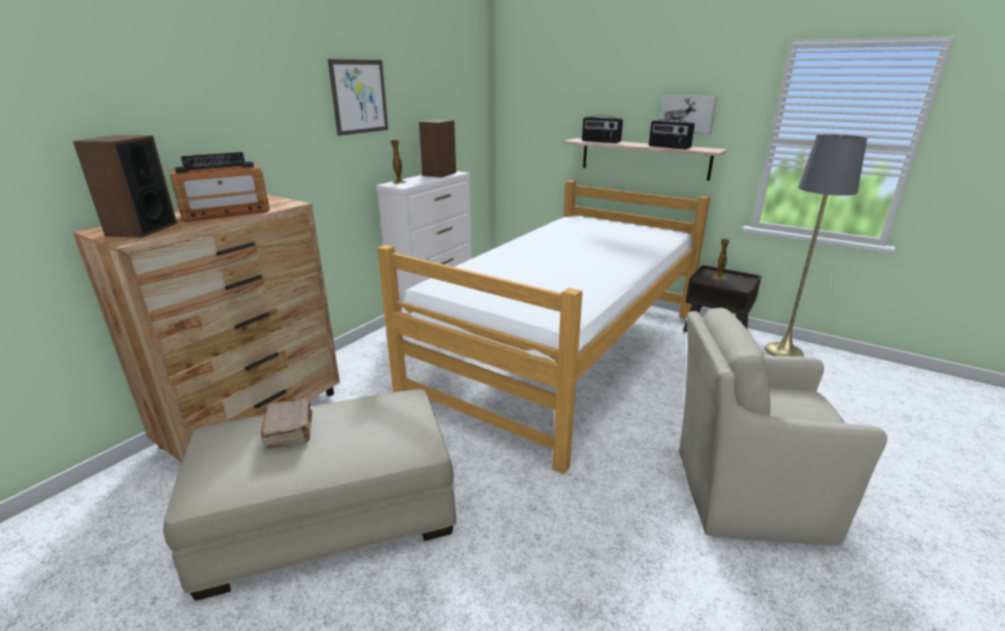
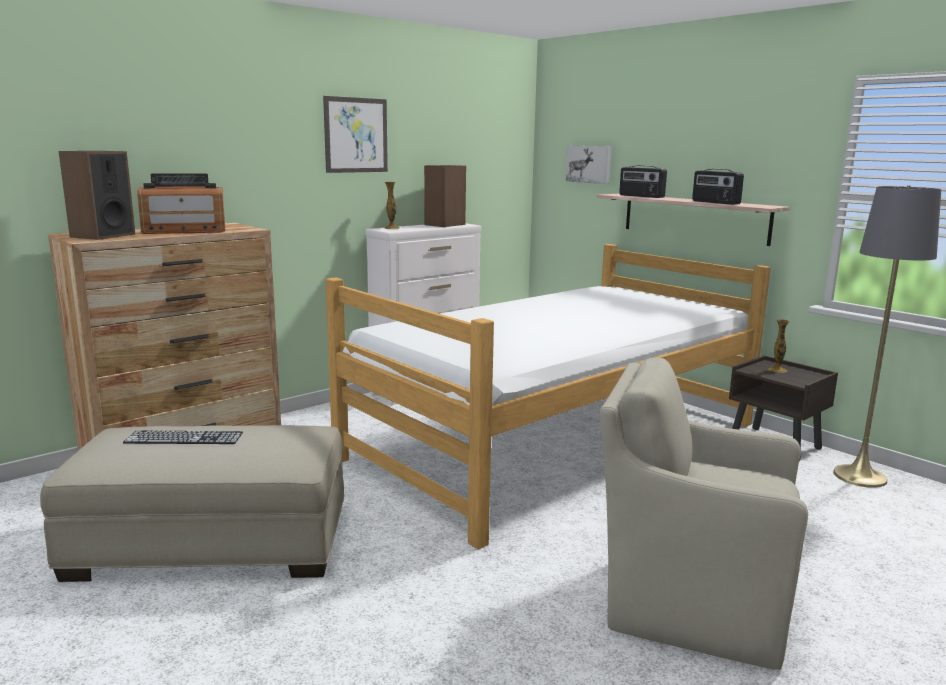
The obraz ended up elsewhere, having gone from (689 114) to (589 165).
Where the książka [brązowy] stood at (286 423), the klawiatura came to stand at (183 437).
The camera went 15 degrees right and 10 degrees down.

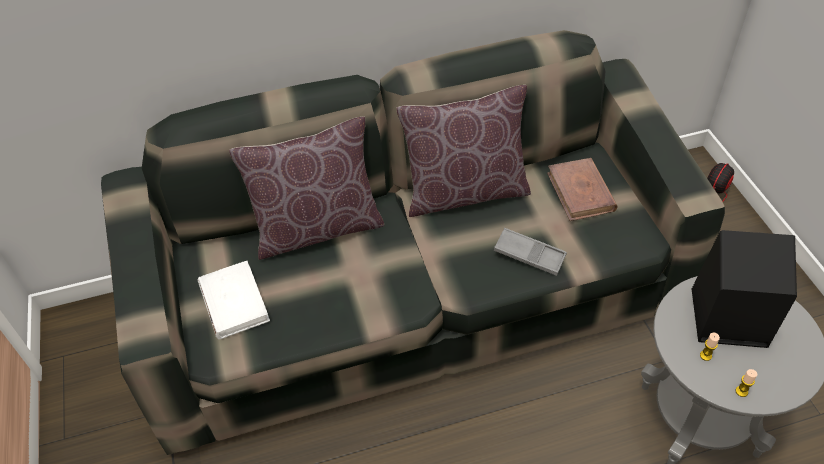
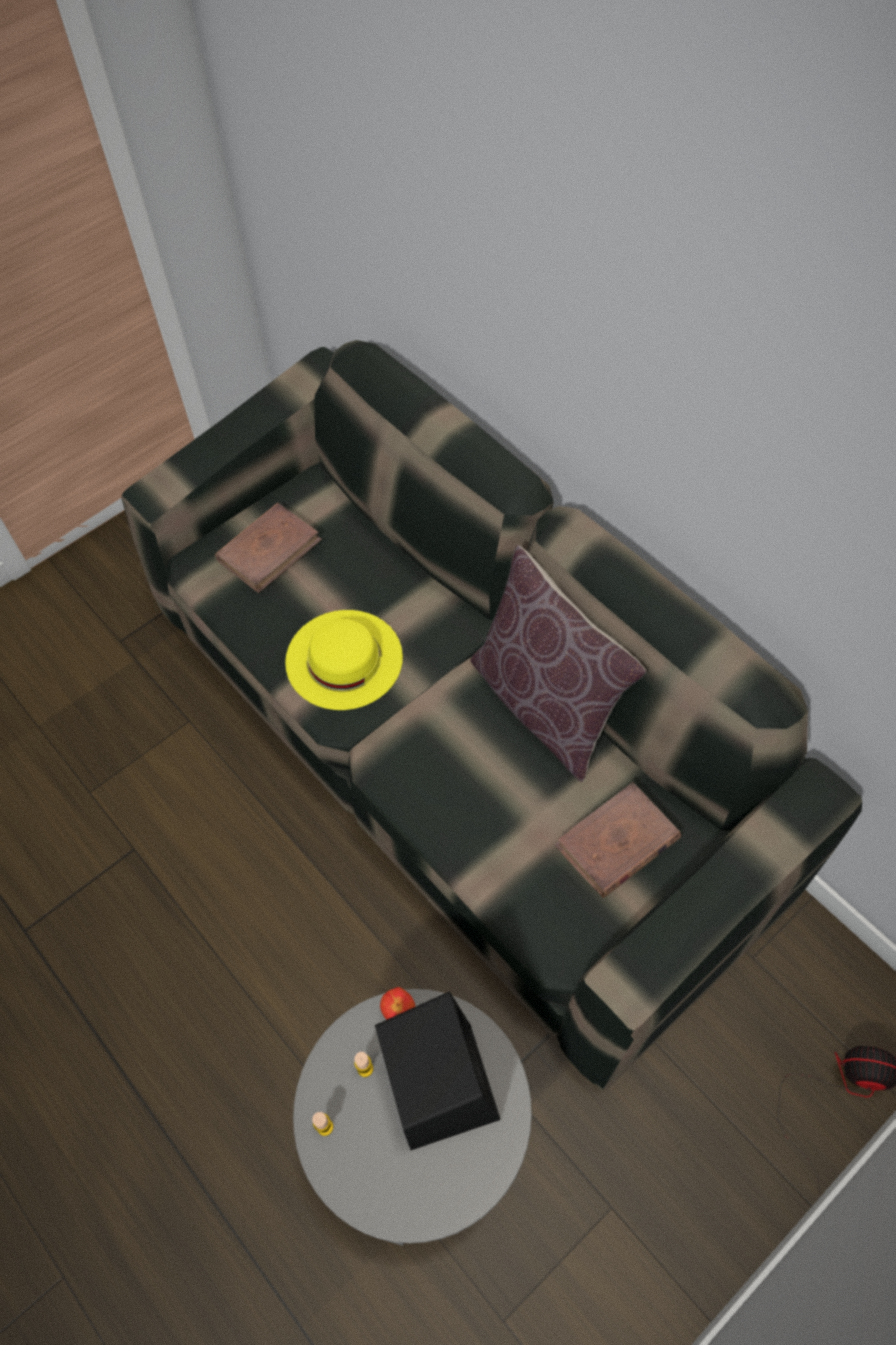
The second view lost the poduszka [brązowy] at (307 188).
The second view lost the taca [szary] at (530 252).
The second view gained the kapelusz [żółty] at (344 660).
The second view gained the jabłko at (398 1003).
What was the książka [biały] at (234 300) turned into the książka [brązowy] at (268 548).
The camera went 65 degrees right and 10 degrees up.

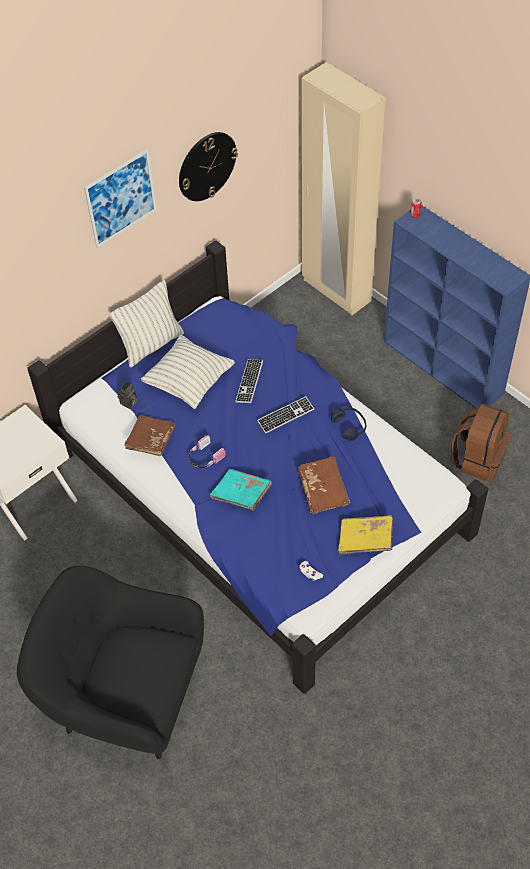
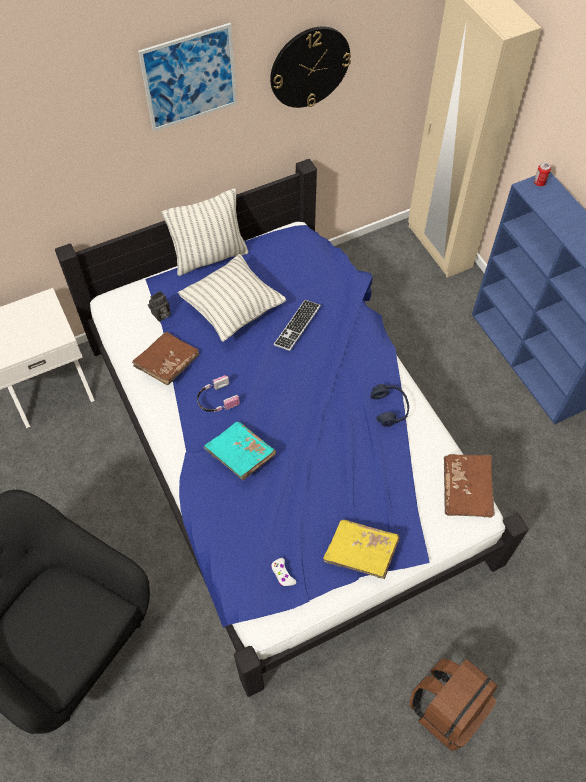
The second view lost the klawiatura at (285 415).
The książka [brązowy] ended up elsewhere, having gone from (323 485) to (469 486).
The plecak [brązowy] ended up elsewhere, having gone from (481 443) to (454 704).
The camera went 15 degrees right and 5 degrees up.

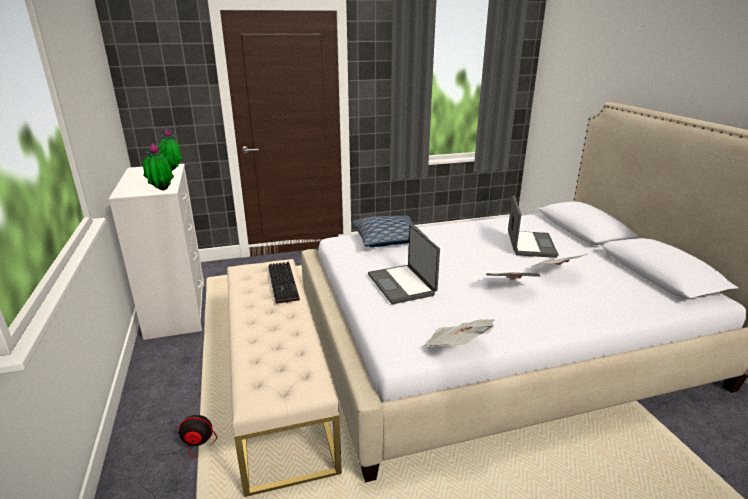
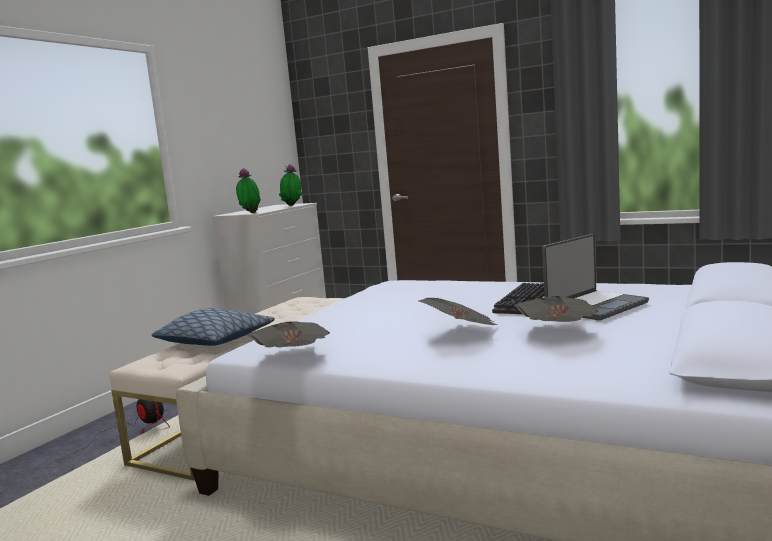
The second view lost the laptop at (404 264).
The klawiatura ended up elsewhere, having gone from (284 282) to (518 298).
The poduszka ended up elsewhere, having gone from (390 231) to (213 327).
The camera went 45 degrees right and 15 degrees down.

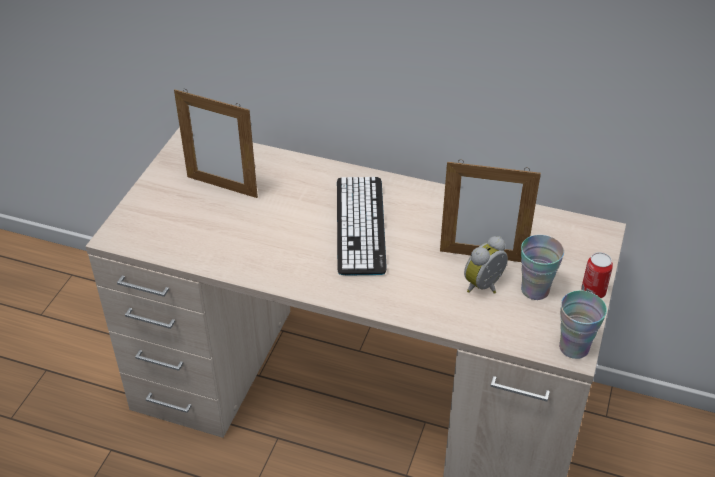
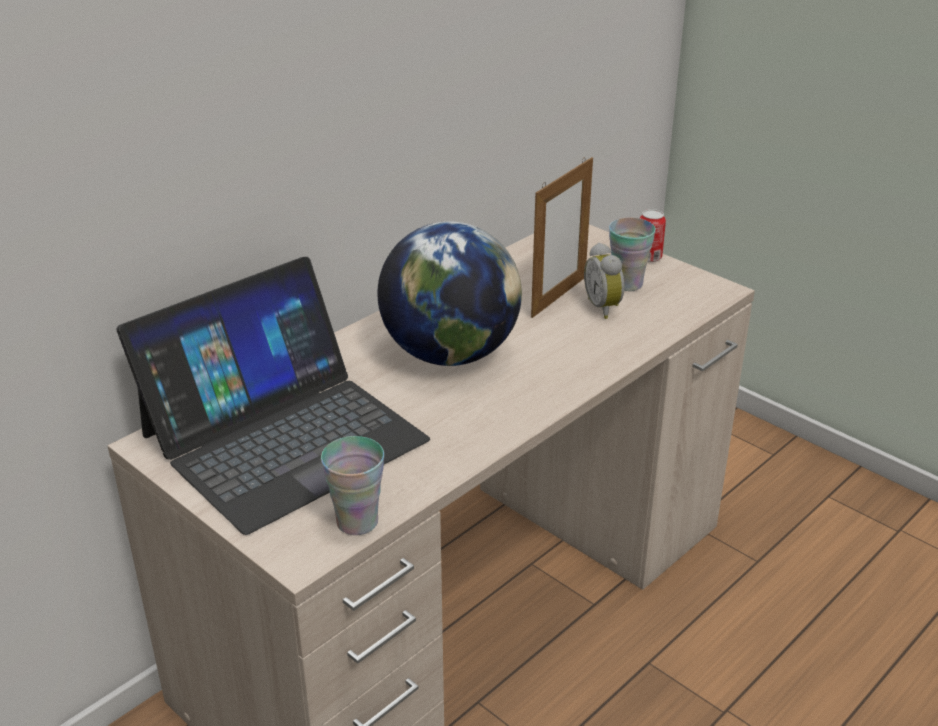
The filiżanka ended up elsewhere, having gone from (583 325) to (352 485).
Where the ramka na zdjęcie stood at (216 143), the laptop came to stand at (273 396).
Where the klawiatura stood at (362 226), the globus came to stand at (449 293).
The camera went 65 degrees left and 10 degrees down.

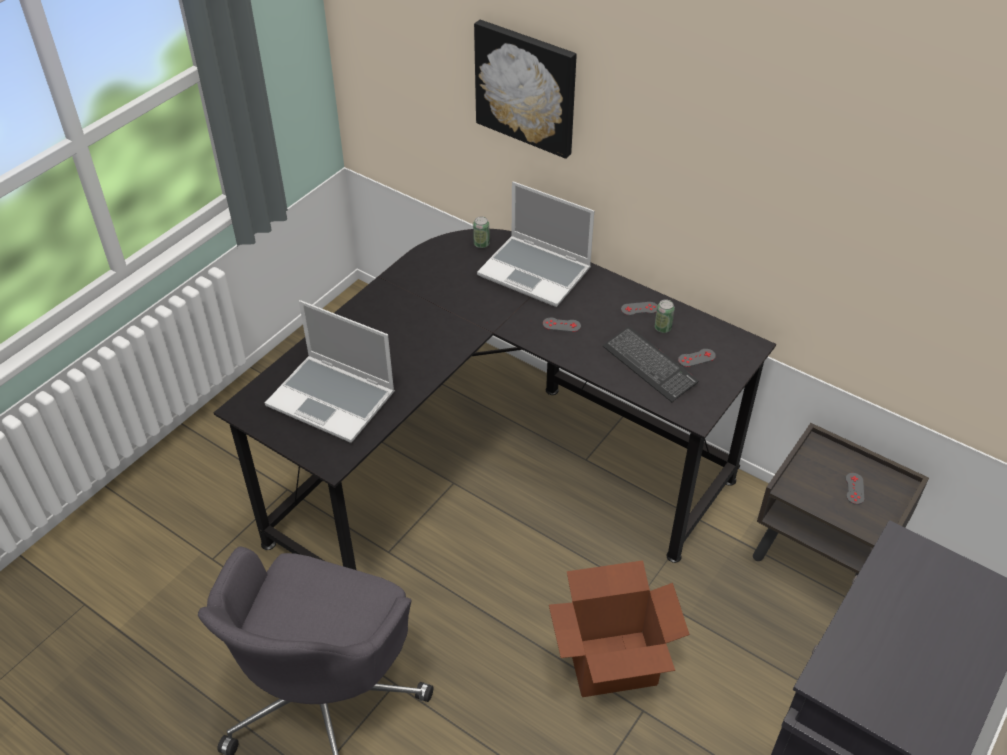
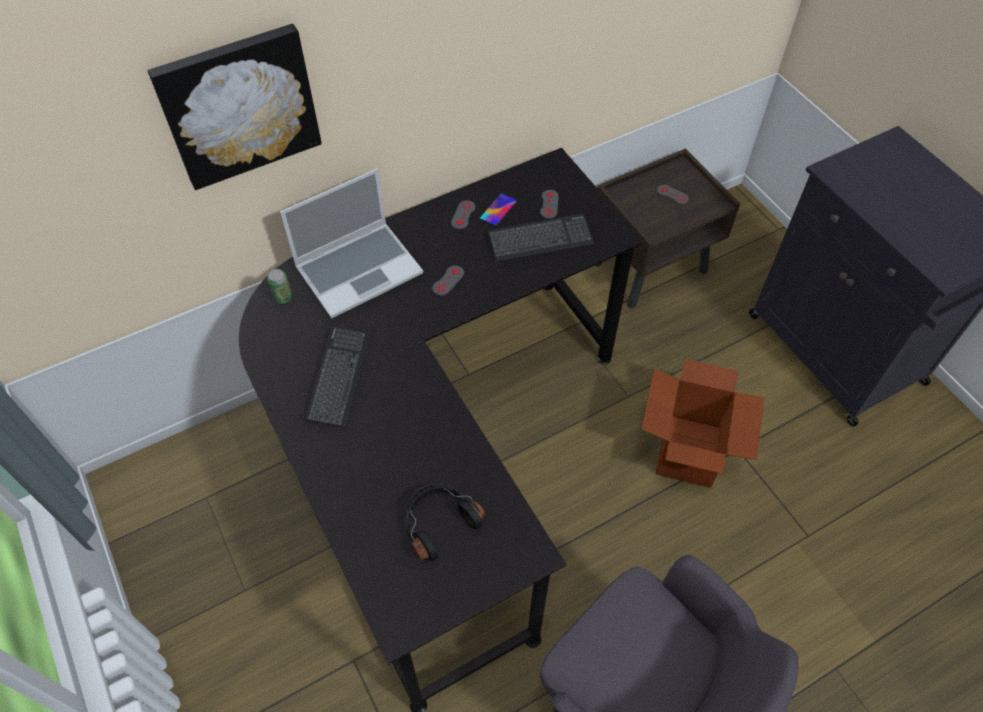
The second view gained the klawiatura at (338 377).
Where the laptop stood at (330 371), the słuchawki [czarny] came to stand at (445 522).
Where the puszka stood at (665 316), the telefon came to stand at (498 210).
The camera went 65 degrees left and 10 degrees up.

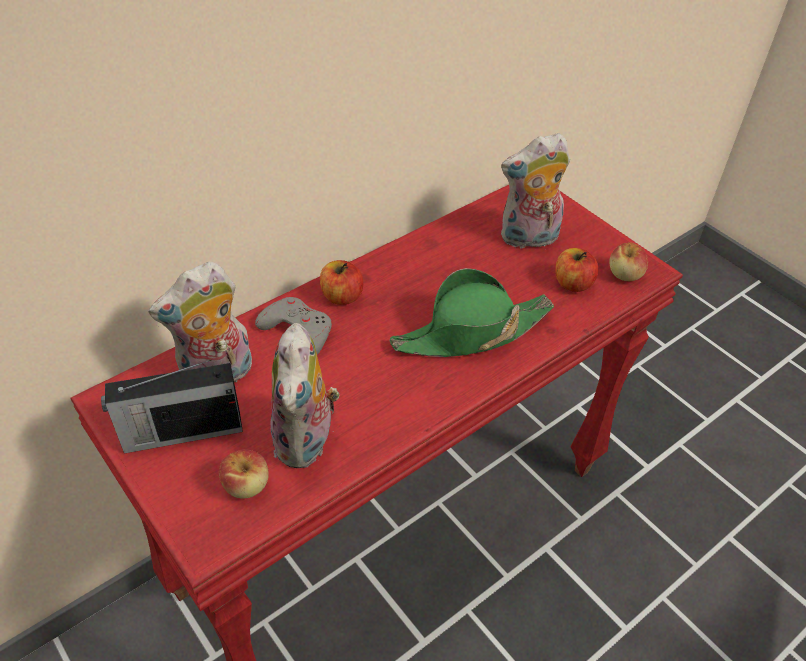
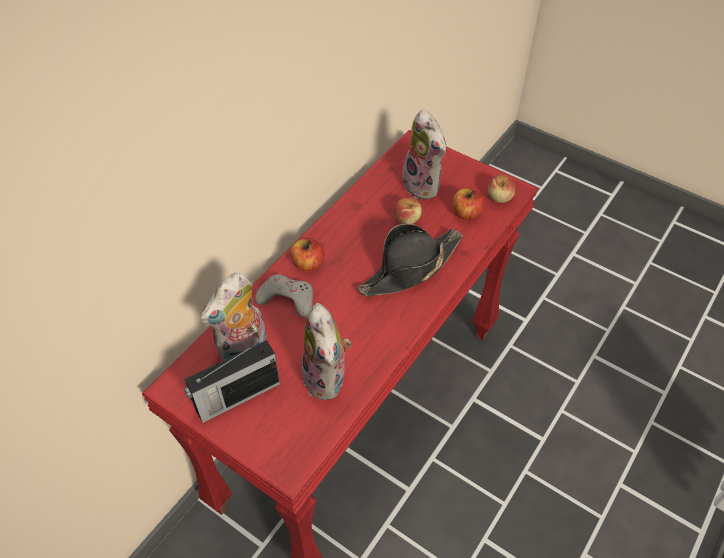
The jabłko ended up elsewhere, having gone from (244 474) to (408 210).
What was the kapelusz [zielony] at (472 312) turned into the kapelusz [czarny] at (410 260).
The pluszak at (535 191) ended up facing another way, 90 degrees counterclockwise from before.
The camera went 15 degrees left and 5 degrees up.

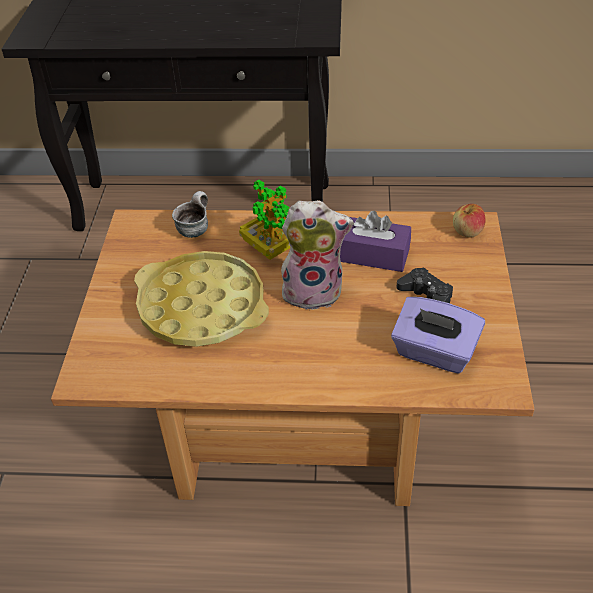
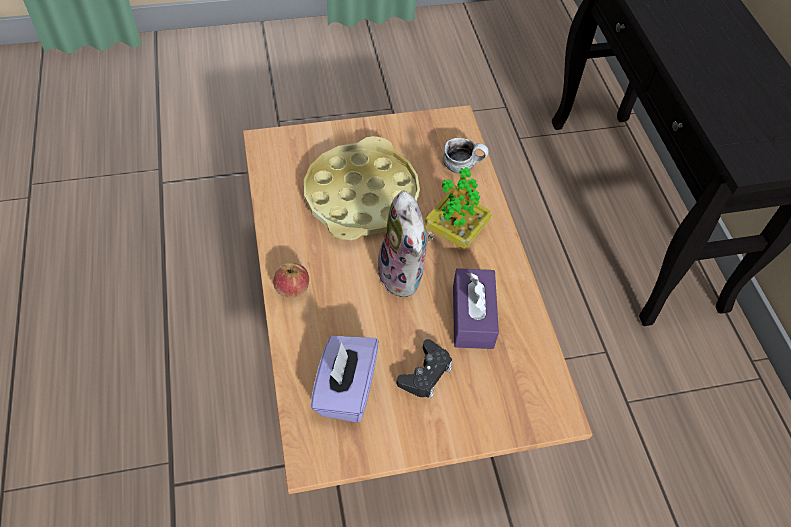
The jabłko ended up elsewhere, having gone from (469 220) to (291 280).
The camera went 70 degrees right and 10 degrees up.

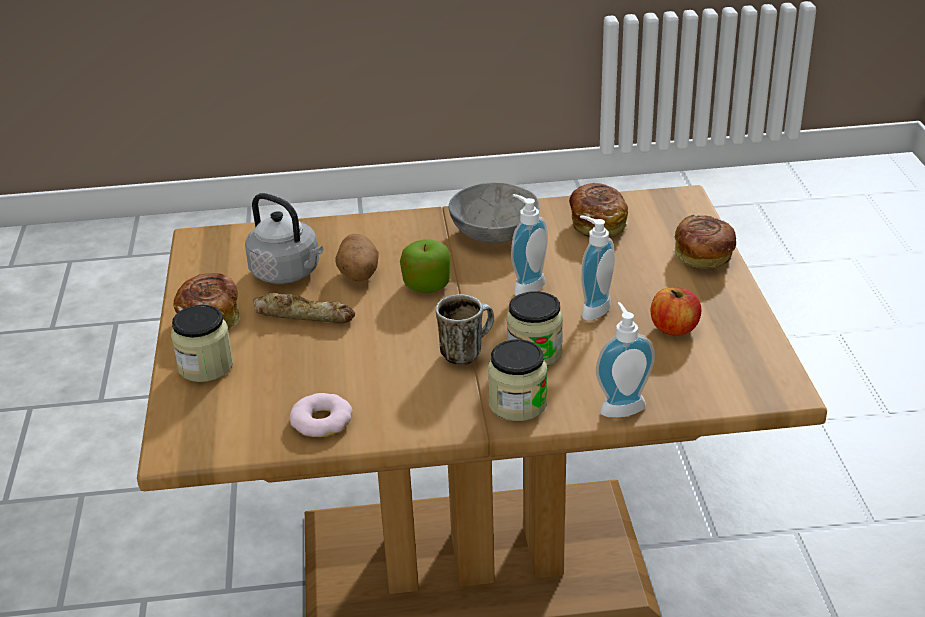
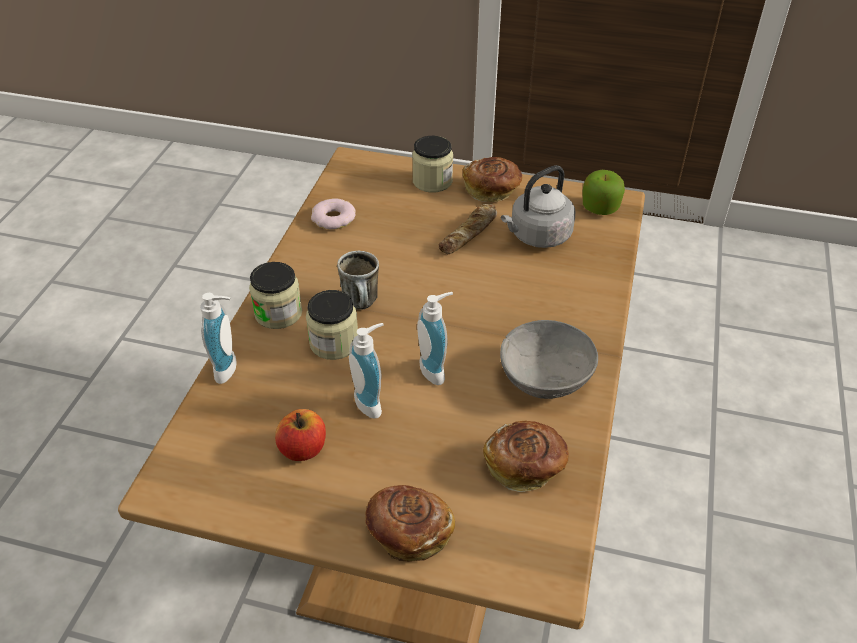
The second view lost the ziemniak at (357 257).
The jabłko ended up elsewhere, having gone from (425 266) to (604 192).
The camera went 110 degrees right and 10 degrees up.

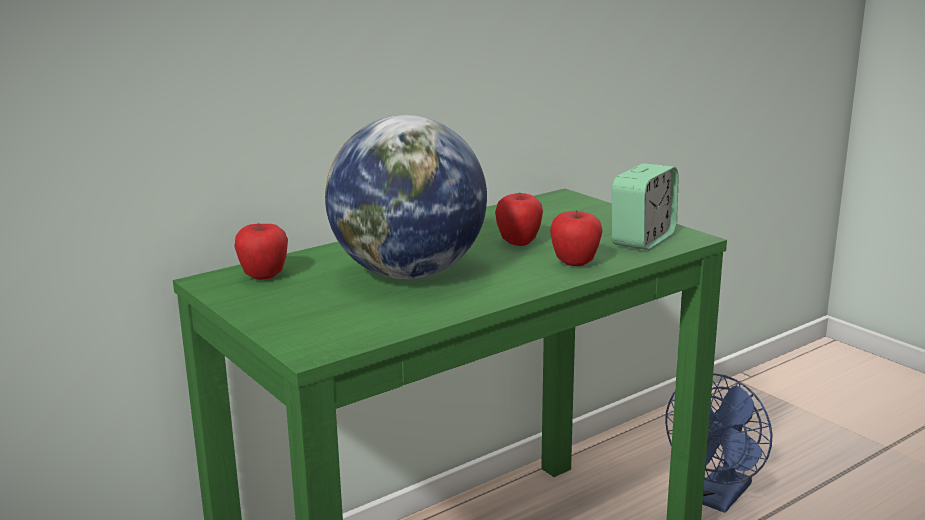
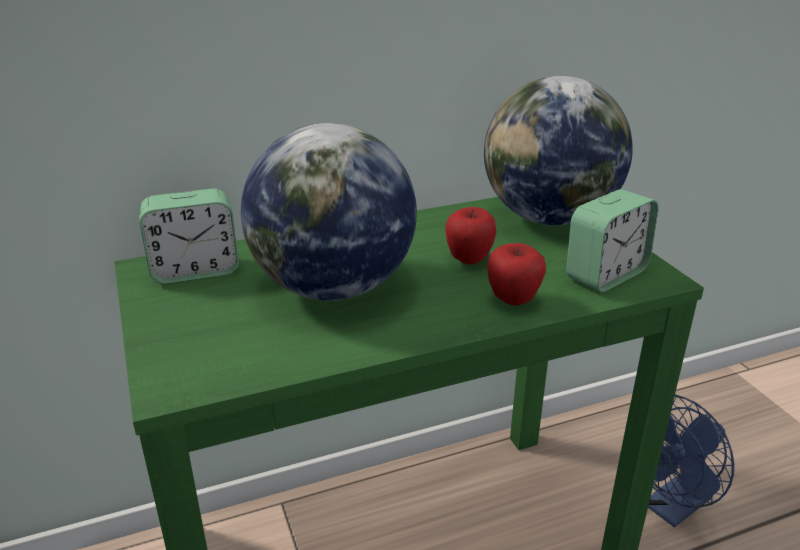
The second view gained the globus at (558 150).
Where the jabłko stood at (261 251), the budzik came to stand at (189 236).
The camera went 15 degrees right and 10 degrees up.

